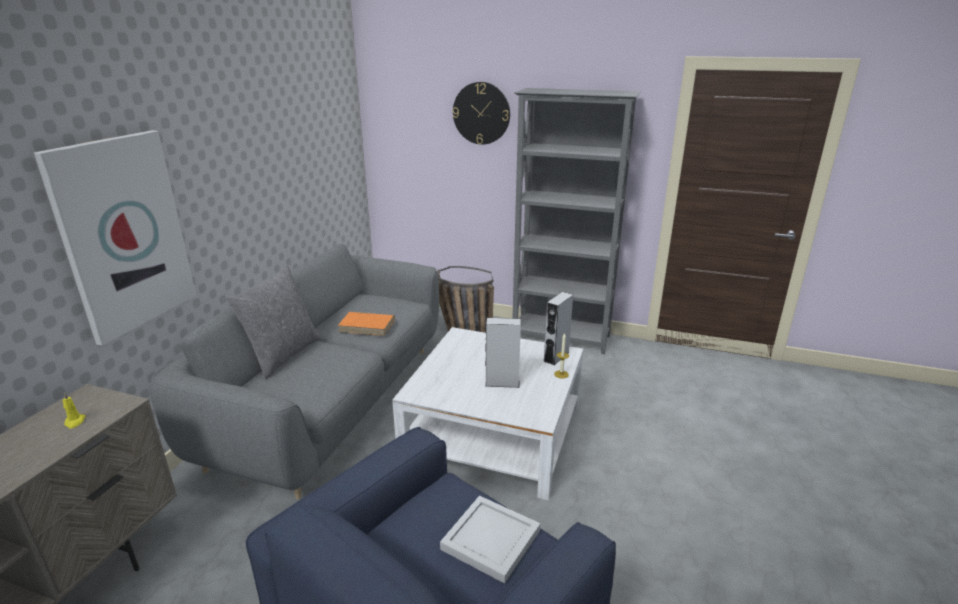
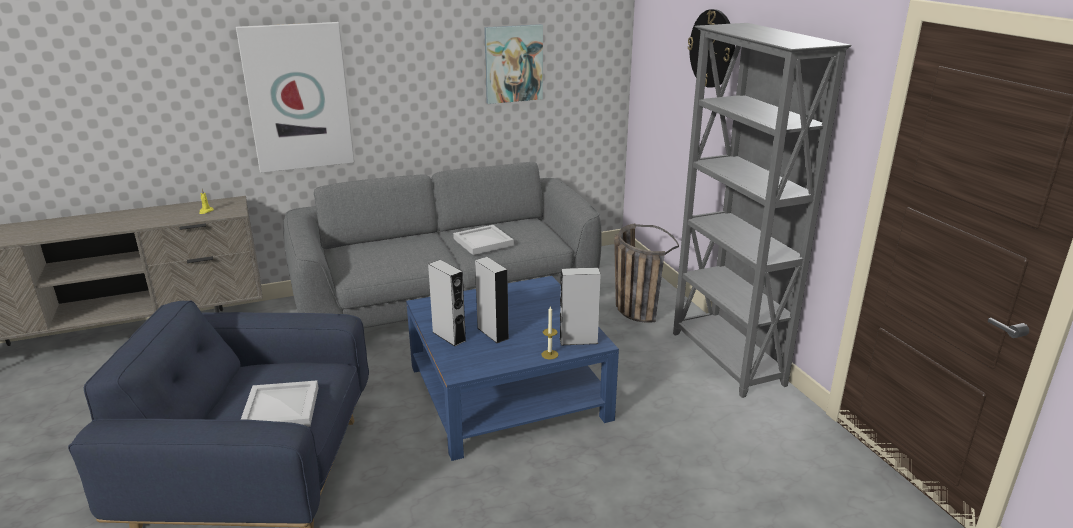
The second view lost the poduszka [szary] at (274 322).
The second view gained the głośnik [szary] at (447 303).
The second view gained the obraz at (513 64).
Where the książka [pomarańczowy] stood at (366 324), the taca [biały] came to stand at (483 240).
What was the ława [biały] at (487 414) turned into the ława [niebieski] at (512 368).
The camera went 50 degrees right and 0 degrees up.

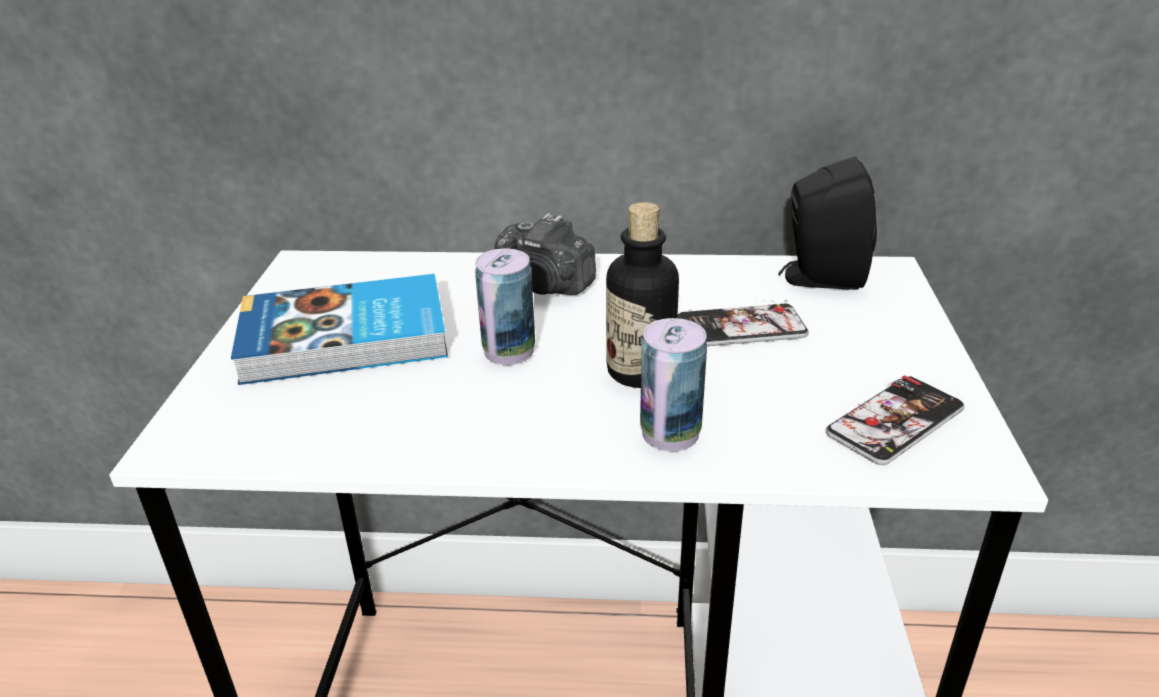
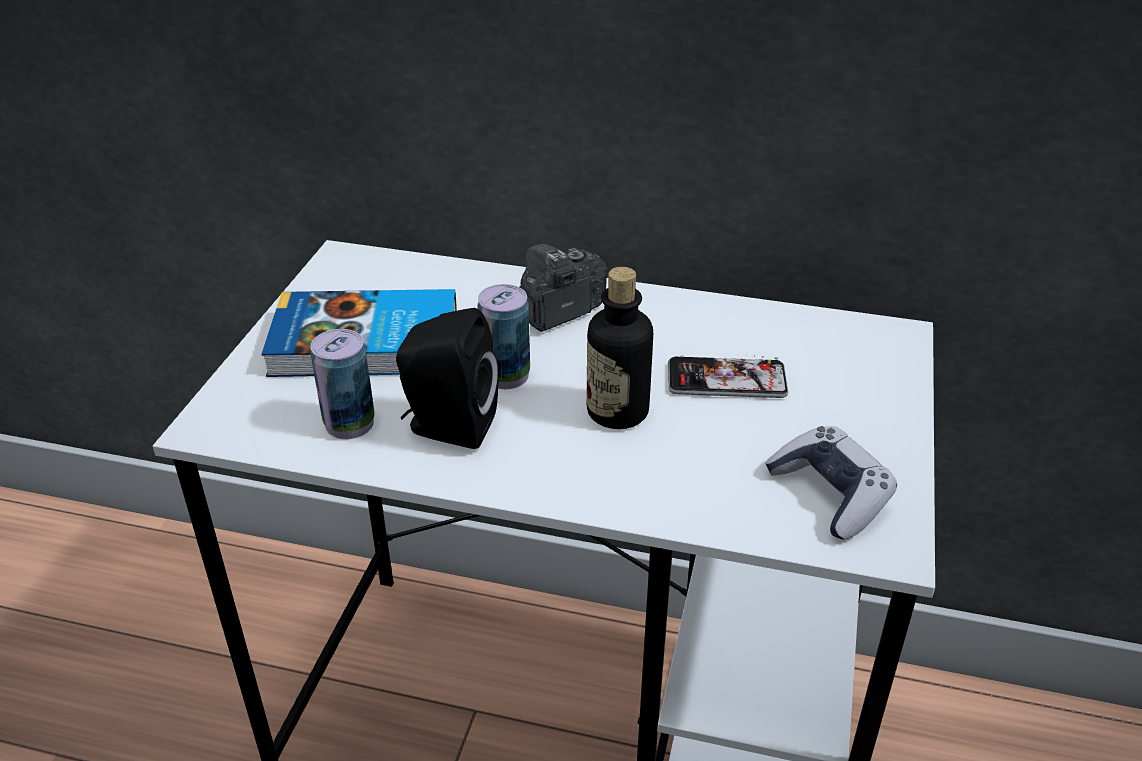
The puszka ended up elsewhere, having gone from (673 384) to (342 384).
The głośnik [czarny] ended up elsewhere, having gone from (827 223) to (447 378).
Where the telefon stood at (895 420), the pad do gier came to stand at (831 482).
The aparat fotograficzny at (545 254) ended up facing another way, 105 degrees clockwise from before.
The camera went 10 degrees right and 5 degrees up.

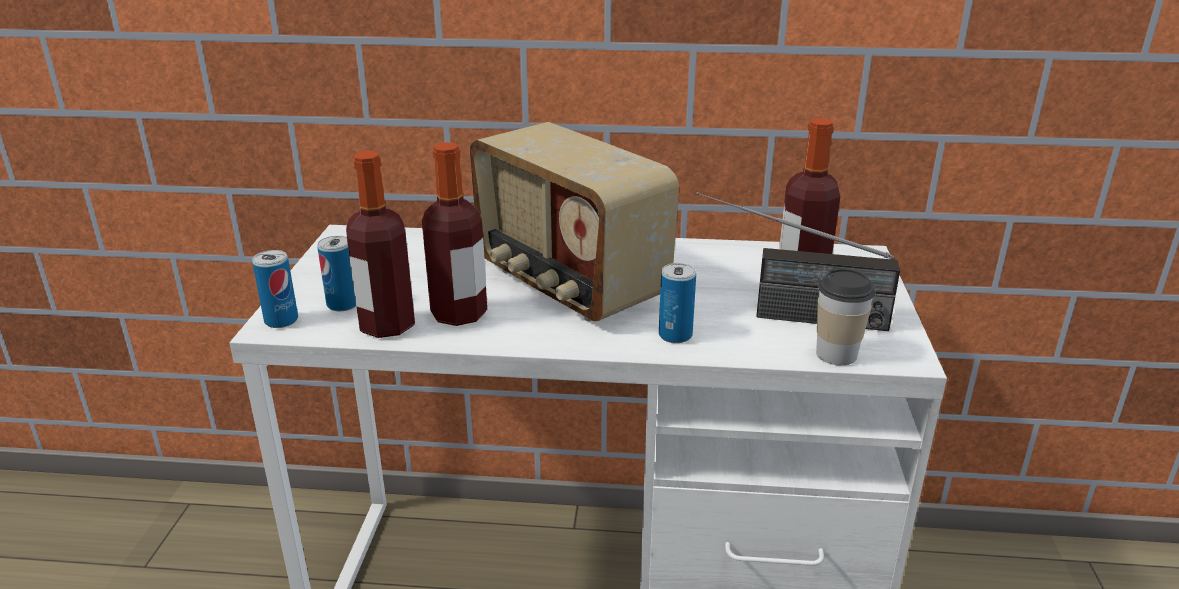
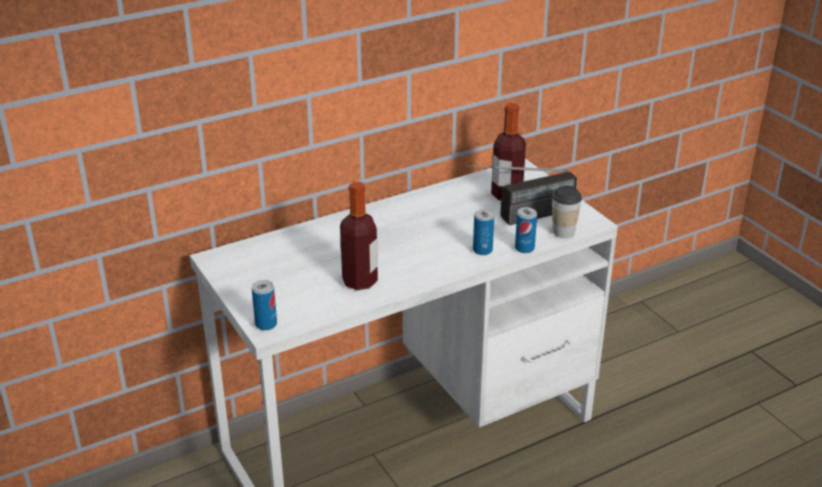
The second view lost the butelka at (380 244).
The second view lost the radio at (574 222).
The puszka ended up elsewhere, having gone from (336 273) to (526 230).
The camera went 35 degrees left and 5 degrees up.

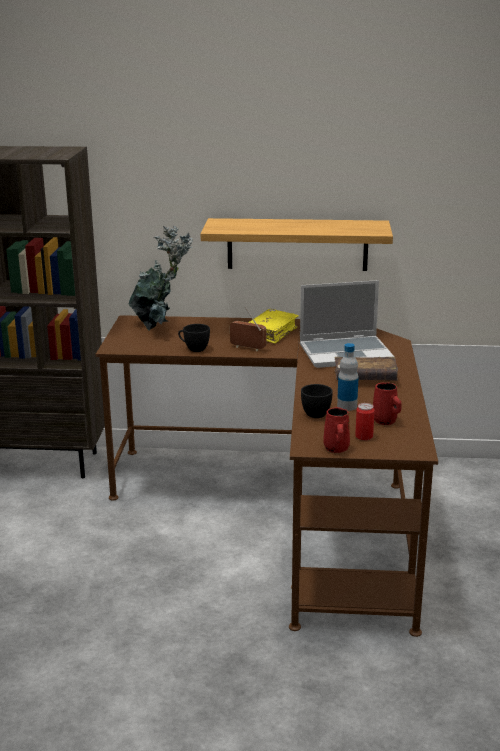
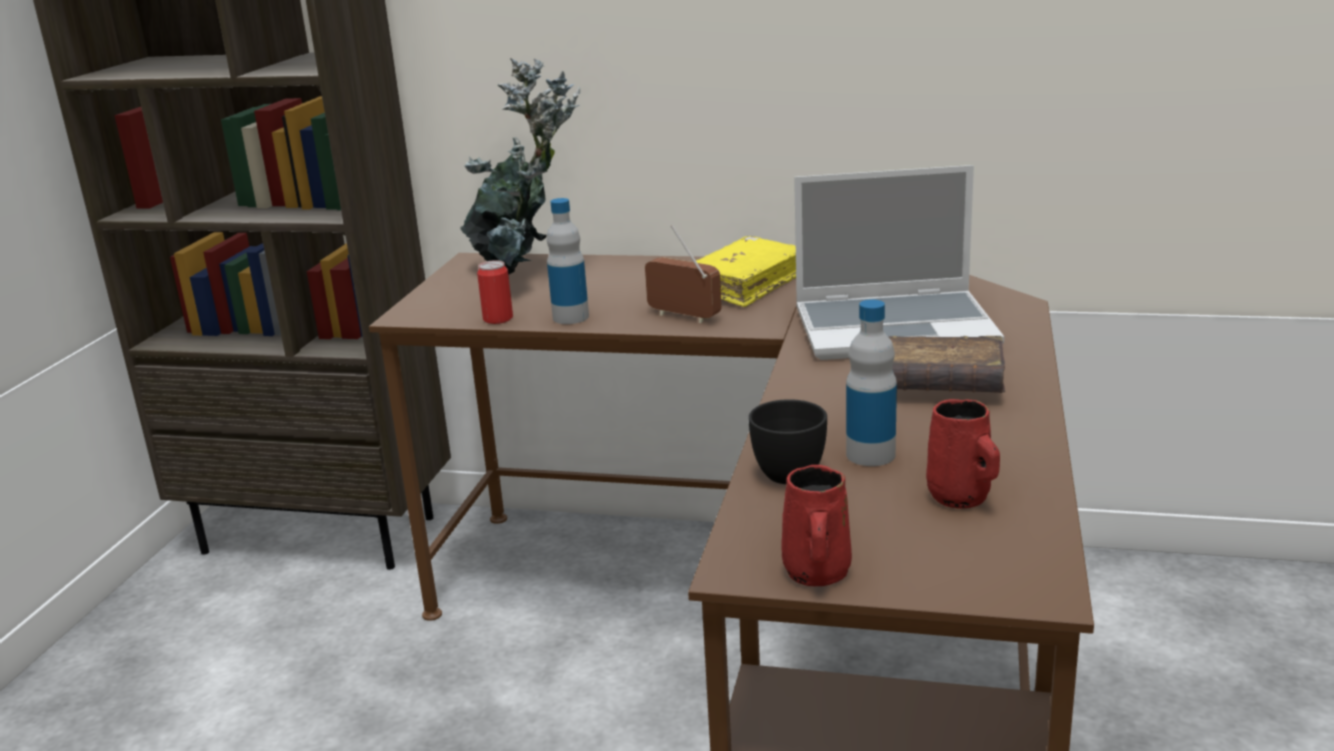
The second view lost the półka at (297 244).
The puszka ended up elsewhere, having gone from (364 421) to (495 292).
Where the filiżanka [czarny] stood at (194 338), the butelka came to stand at (568 261).
The camera went 10 degrees right and 0 degrees up.

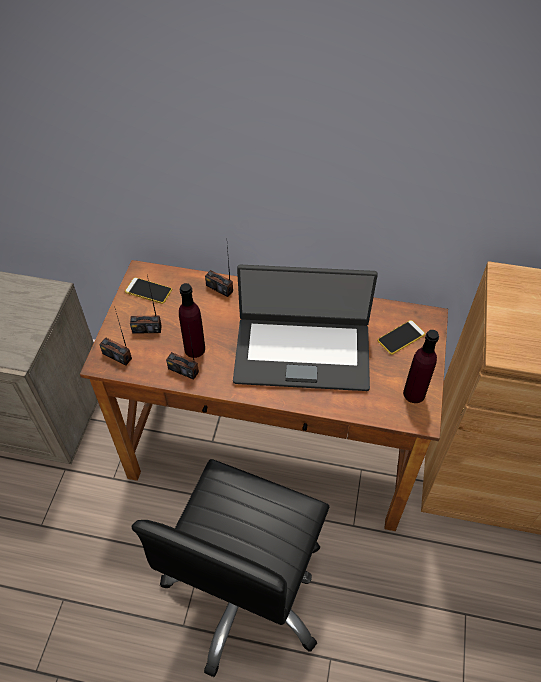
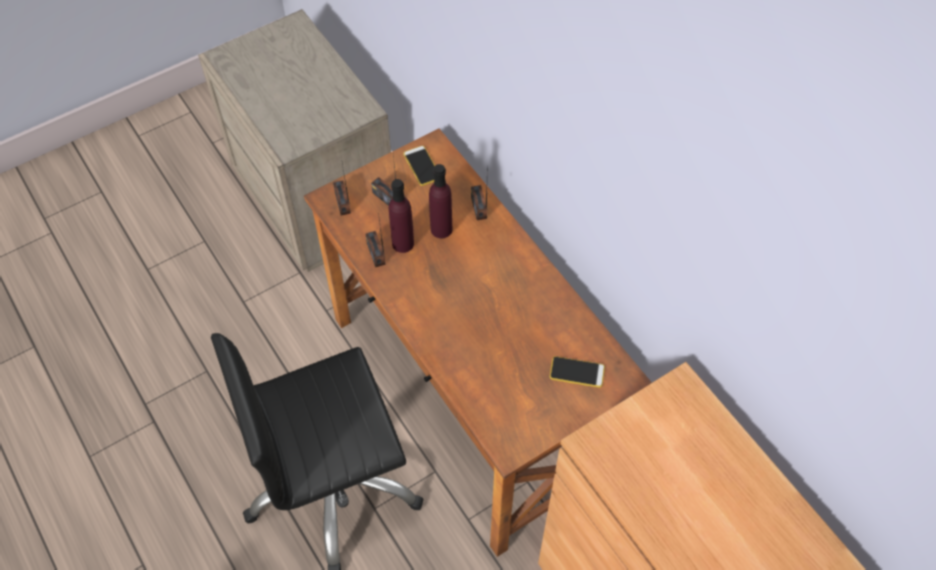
The second view lost the laptop at (305 328).
The butelka [fioletowy] ended up elsewhere, having gone from (421 366) to (440 201).
The camera went 45 degrees right and 5 degrees up.

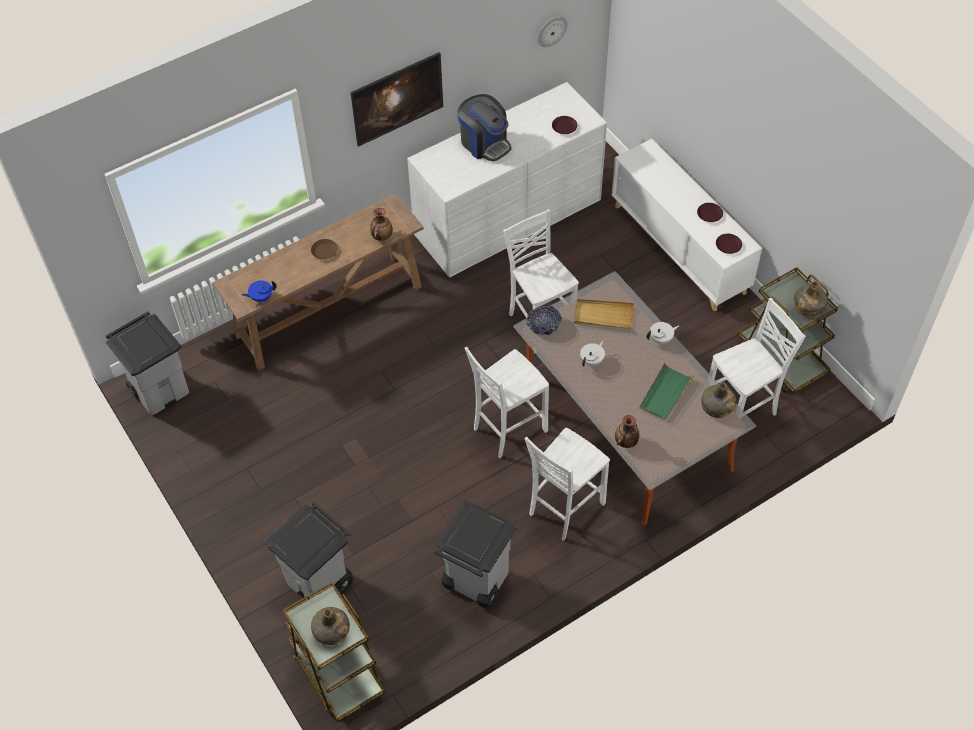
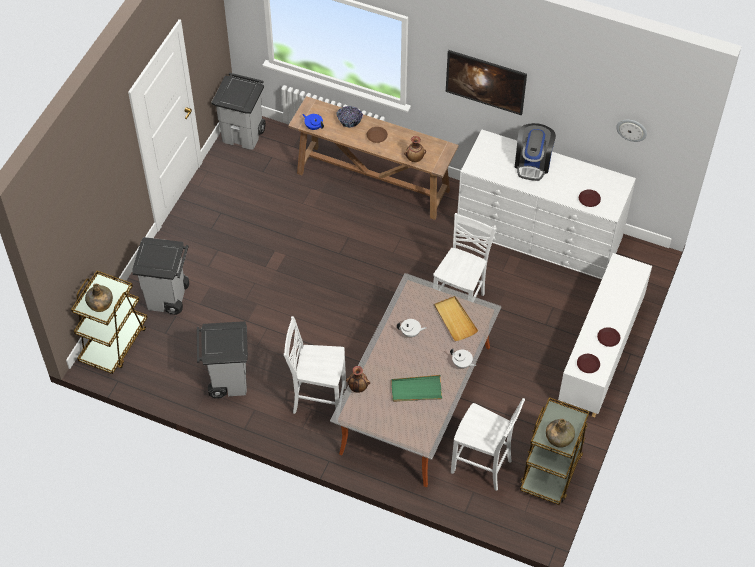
The second view lost the krzesło [biały] at (507 402).
The second view lost the butelka [zielony] at (718 400).
The miska ended up elsewhere, having gone from (544 320) to (349 117).
The camera went 55 degrees right and 0 degrees up.

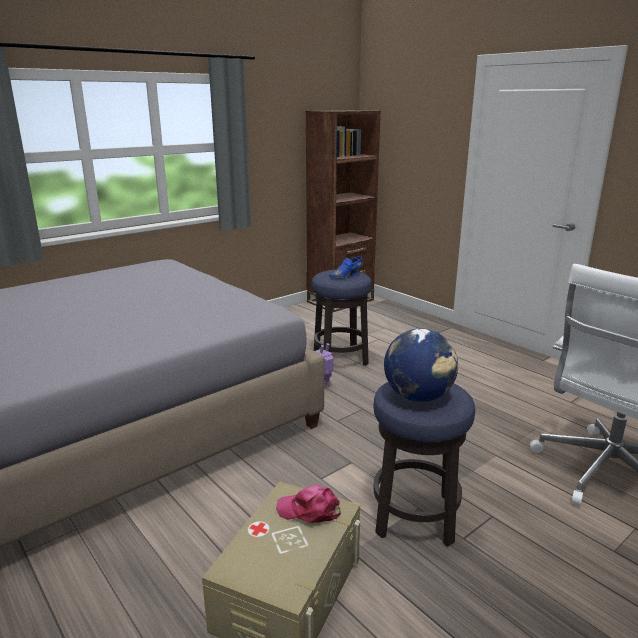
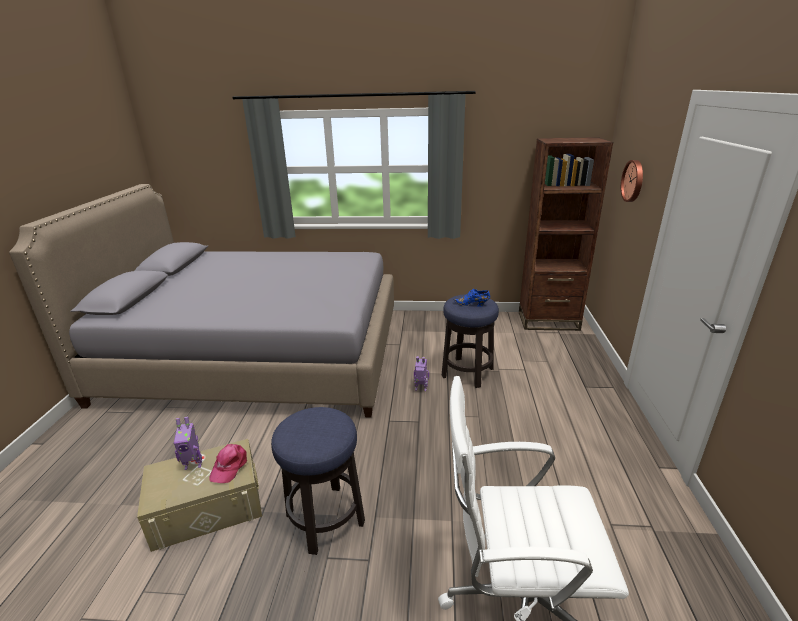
The second view lost the globus at (421 365).
The second view gained the robot zabawkowy at (188 443).
The second view gained the zegar ścienny at (632 181).
The czapka z daszkiem [różowy] at (308 503) ended up facing another way, 135 degrees counterclockwise from before.
The camera went 45 degrees right and 5 degrees up.

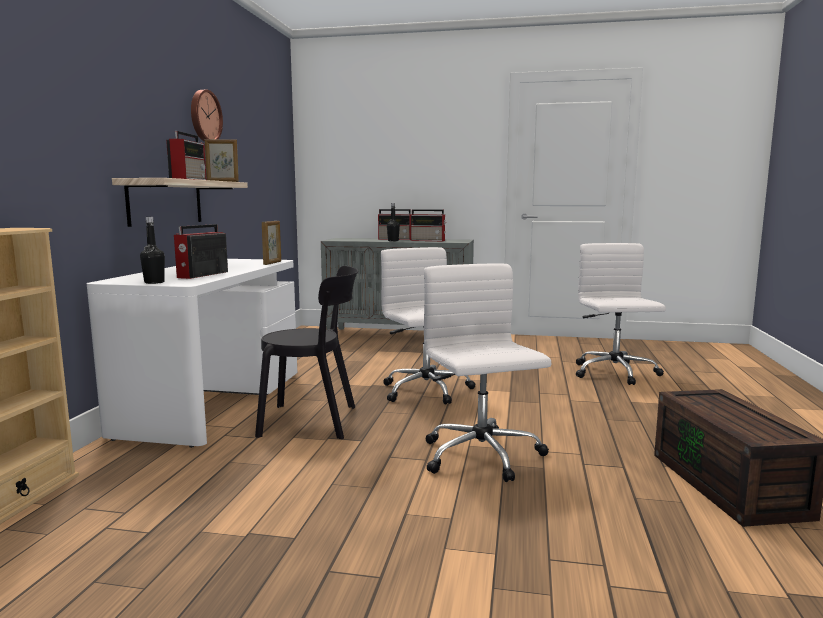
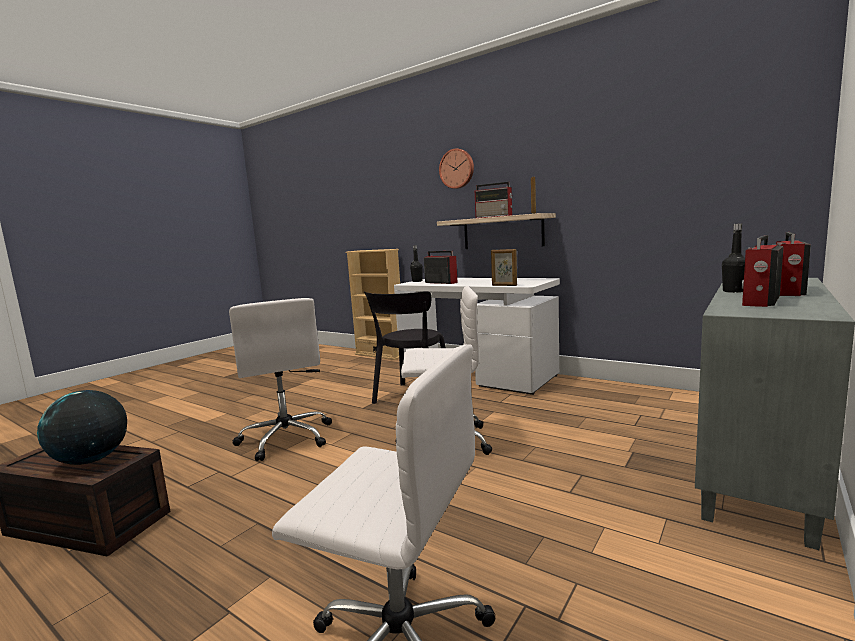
The second view gained the globus at (82 427).
The zegar ścienny ended up elsewhere, having gone from (207 116) to (456 169).
The krzesło biurowe [biały] at (487 372) ended up facing another way, 60 degrees clockwise from before.
The camera went 115 degrees right and 0 degrees up.

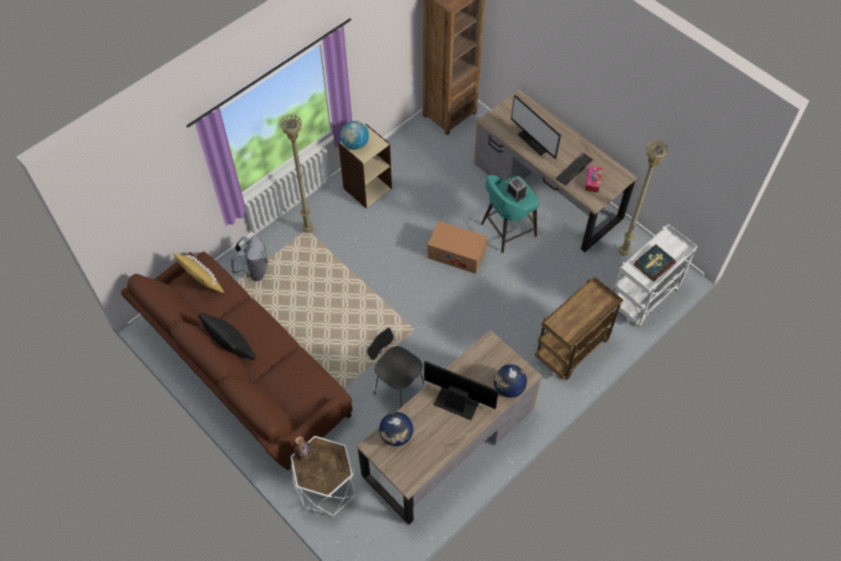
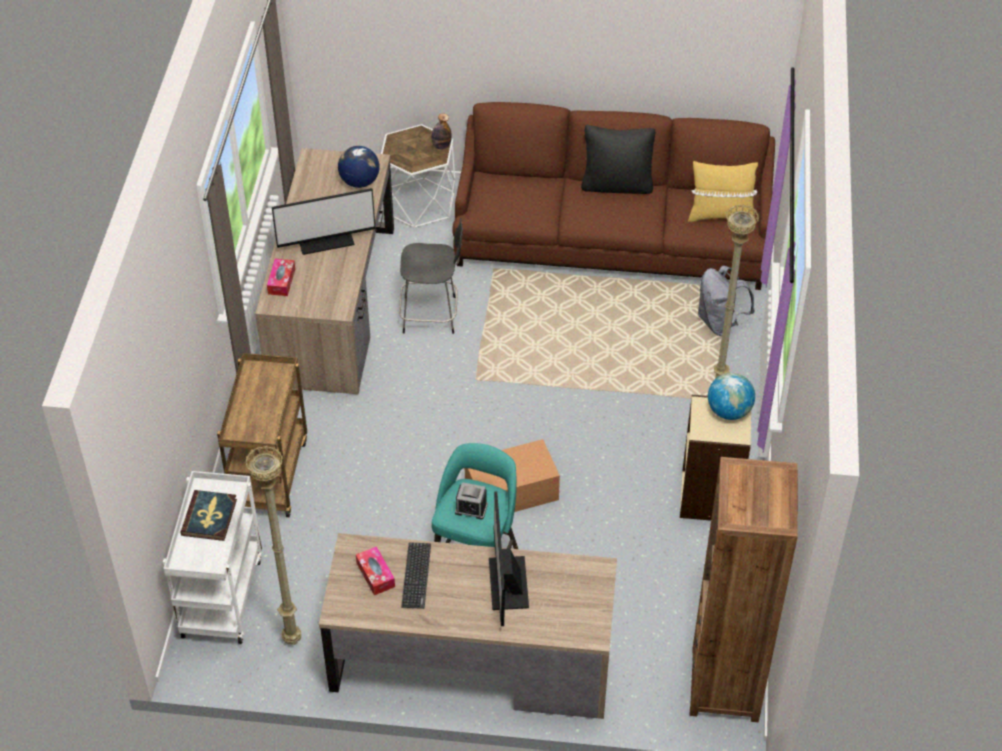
Where the globus stood at (510 381), the pudełko chusteczek came to stand at (281 277).
The monitor at (536 127) ended up facing another way, 105 degrees counterclockwise from before.
The camera went 140 degrees right and 10 degrees down.

